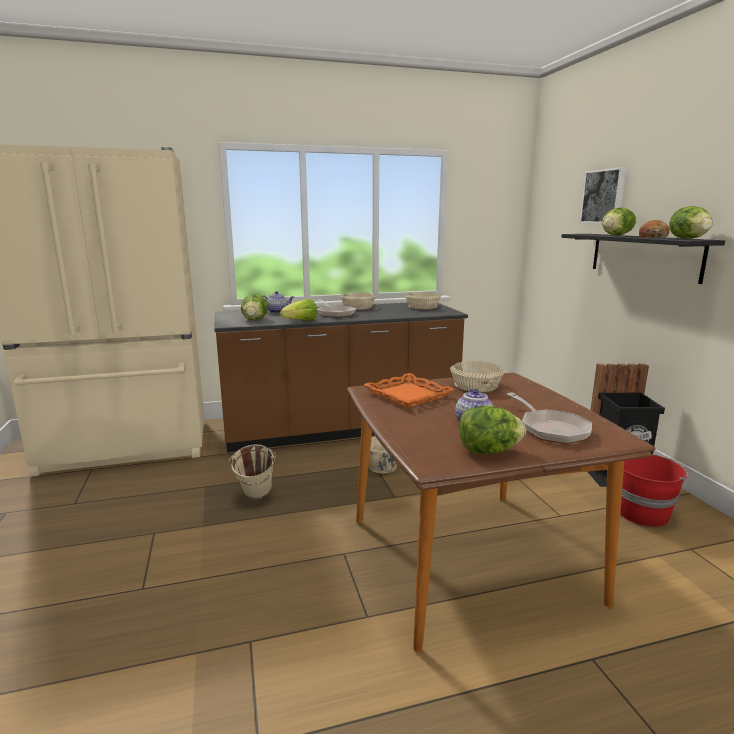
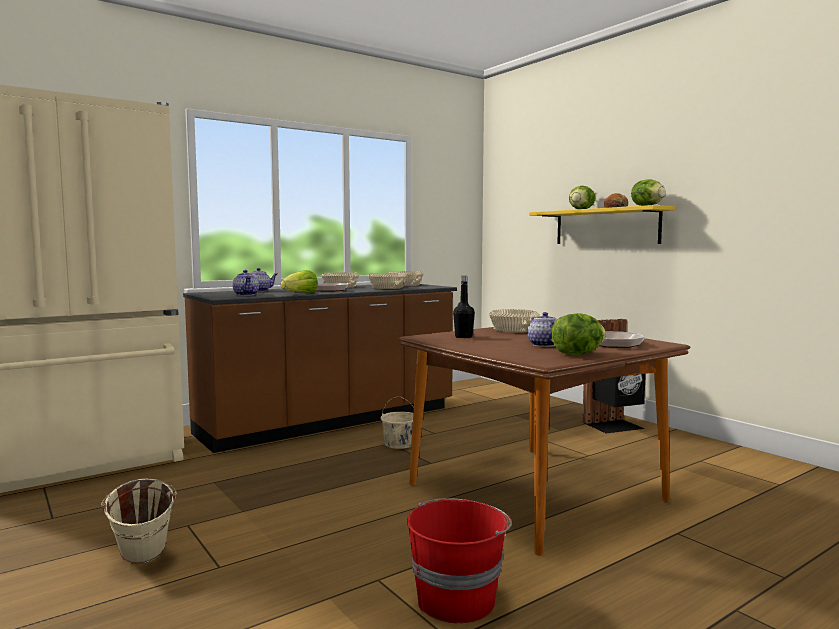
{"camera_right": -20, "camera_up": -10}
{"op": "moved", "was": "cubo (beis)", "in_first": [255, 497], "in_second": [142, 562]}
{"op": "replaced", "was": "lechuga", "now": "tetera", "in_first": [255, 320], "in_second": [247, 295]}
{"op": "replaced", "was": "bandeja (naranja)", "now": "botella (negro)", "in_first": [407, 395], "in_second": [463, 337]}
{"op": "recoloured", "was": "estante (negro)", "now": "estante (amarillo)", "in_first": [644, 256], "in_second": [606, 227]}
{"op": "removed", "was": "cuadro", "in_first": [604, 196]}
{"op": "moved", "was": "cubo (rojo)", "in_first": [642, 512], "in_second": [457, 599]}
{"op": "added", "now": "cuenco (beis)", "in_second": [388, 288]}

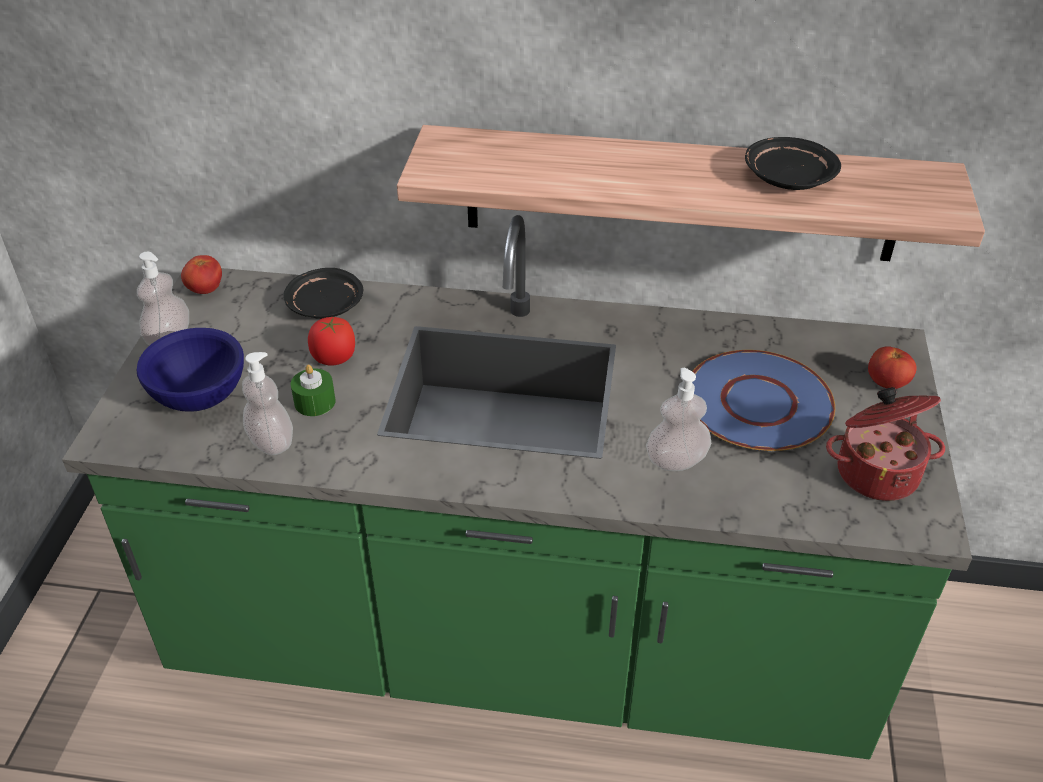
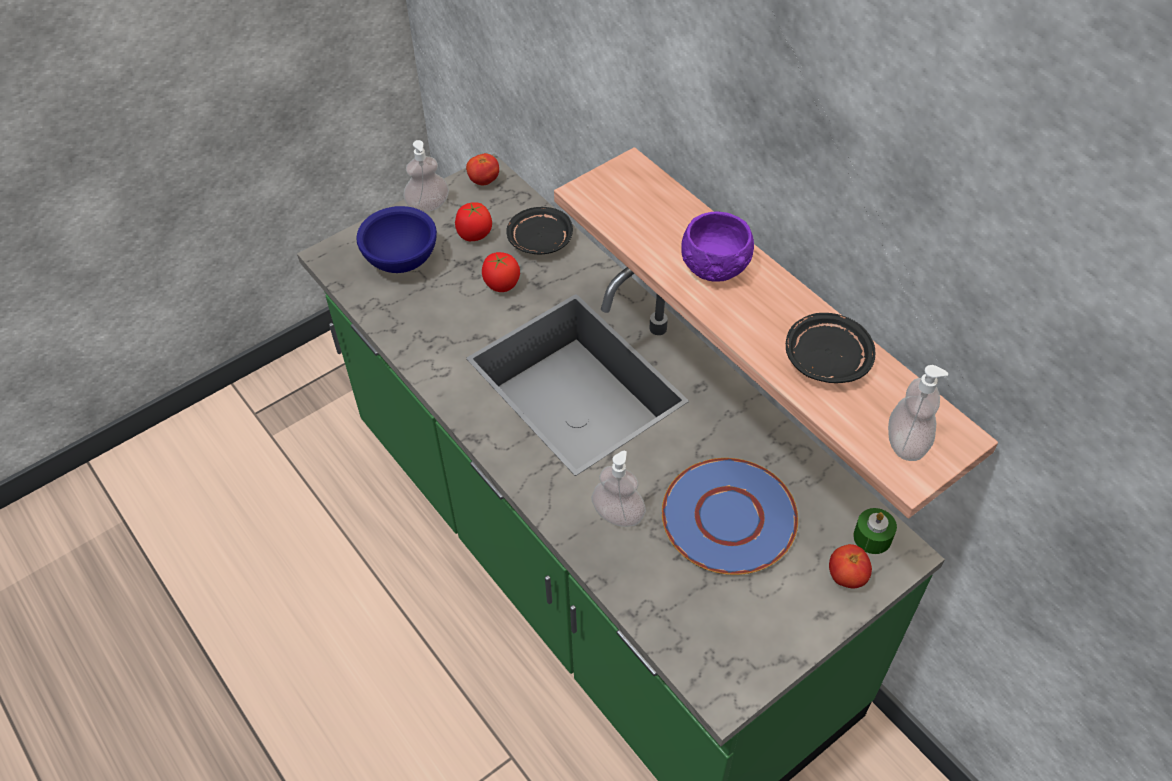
{"camera_right": 45, "camera_up": 10}
{"op": "moved", "was": "dispensador de jabón", "in_first": [271, 442], "in_second": [906, 442]}
{"op": "moved", "was": "vela (verde)", "in_first": [315, 402], "in_second": [872, 537]}
{"op": "removed", "was": "olla", "in_first": [876, 471]}
{"op": "added", "now": "tomate", "in_second": [474, 235]}
{"op": "added", "now": "cuenco (morado)", "in_second": [715, 266]}

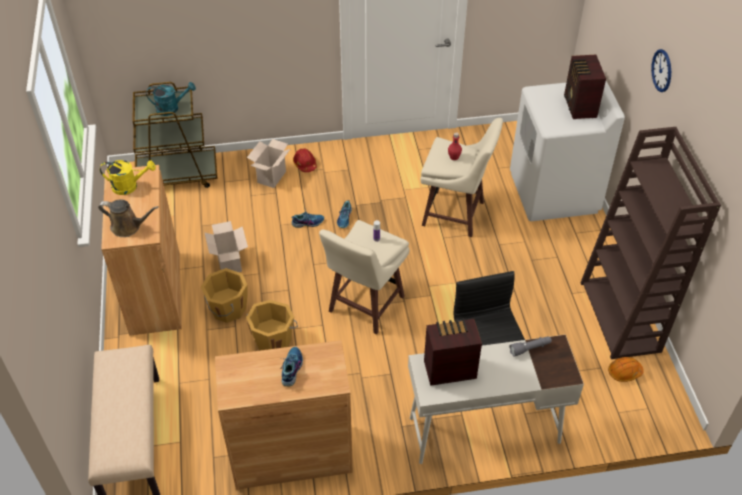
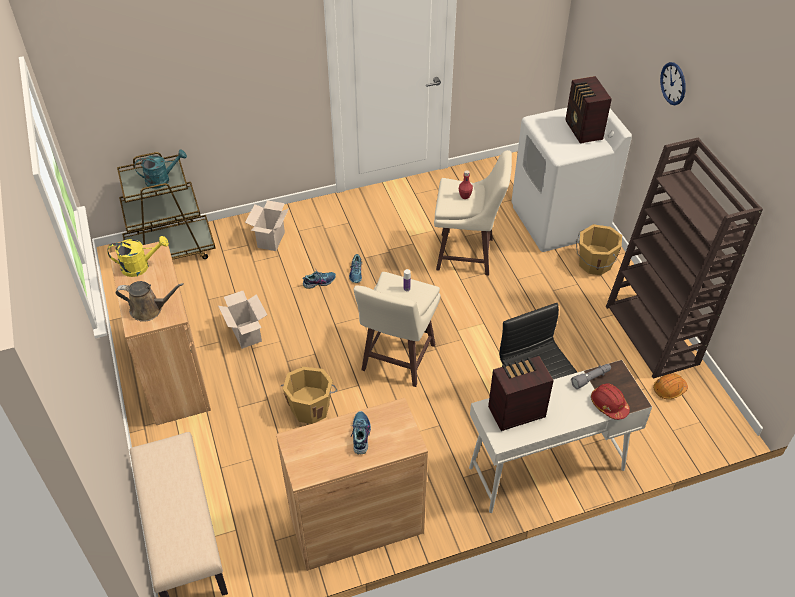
{"camera_right": -10, "camera_up": 0}
{"op": "moved", "was": "cubo (naranja)", "in_first": [227, 309], "in_second": [594, 263]}
{"op": "moved", "was": "casco (rojo)", "in_first": [305, 164], "in_second": [609, 405]}

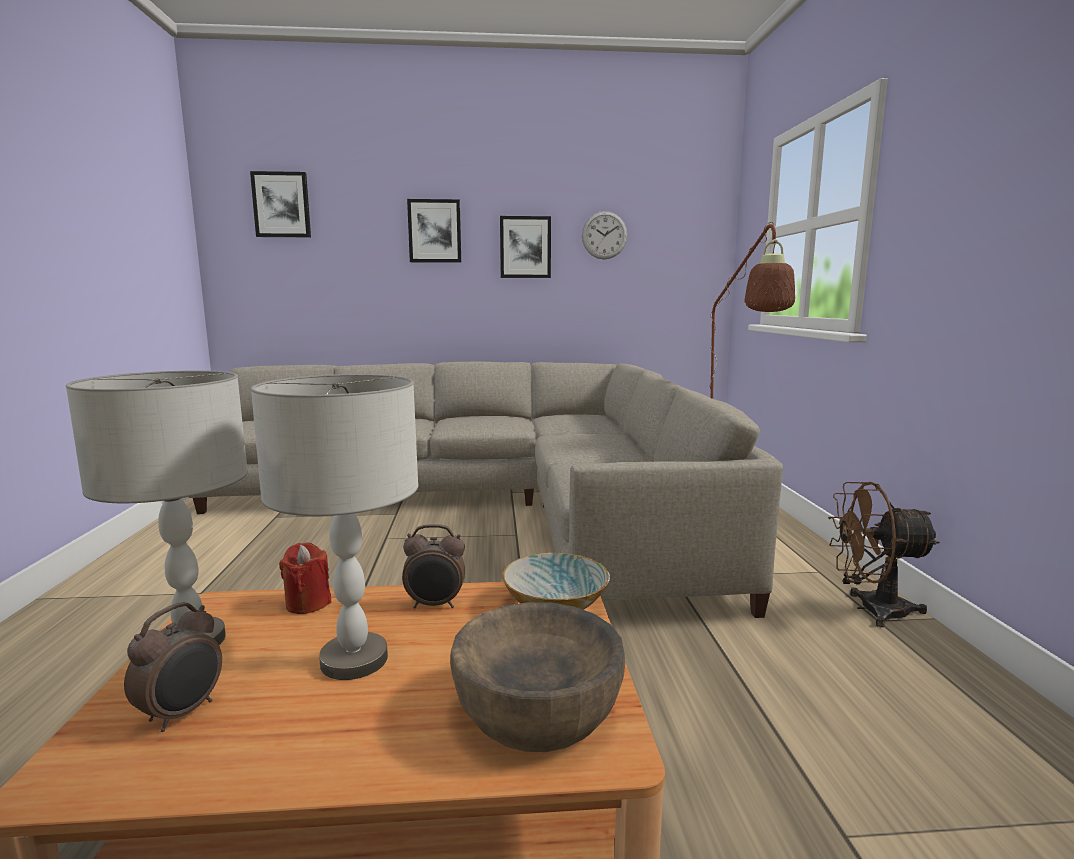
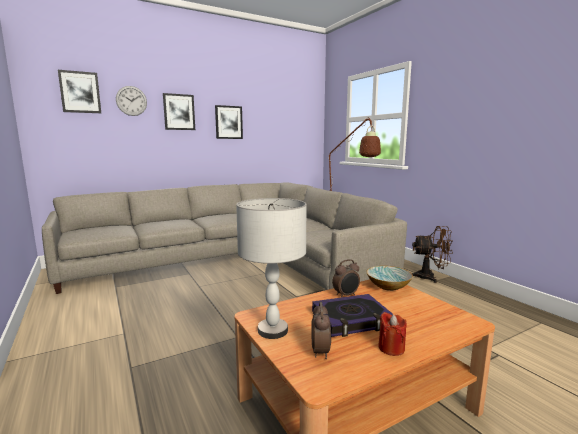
{"camera_right": -25, "camera_up": 0}
{"op": "replaced", "was": "lámpara de mesa (gris)", "now": "libro", "in_first": [354, 661], "in_second": [351, 320]}
{"op": "moved", "was": "vela (rojo)", "in_first": [308, 603], "in_second": [391, 348]}
{"op": "removed", "was": "cuenco (marrón)", "in_first": [537, 708]}
{"op": "moved", "was": "reloj de pared", "in_first": [604, 235], "in_second": [131, 101]}
{"op": "turned", "was": "ventilador (marrón)", "in_first": [871, 609], "in_second": [430, 277], "clockwise": -150}

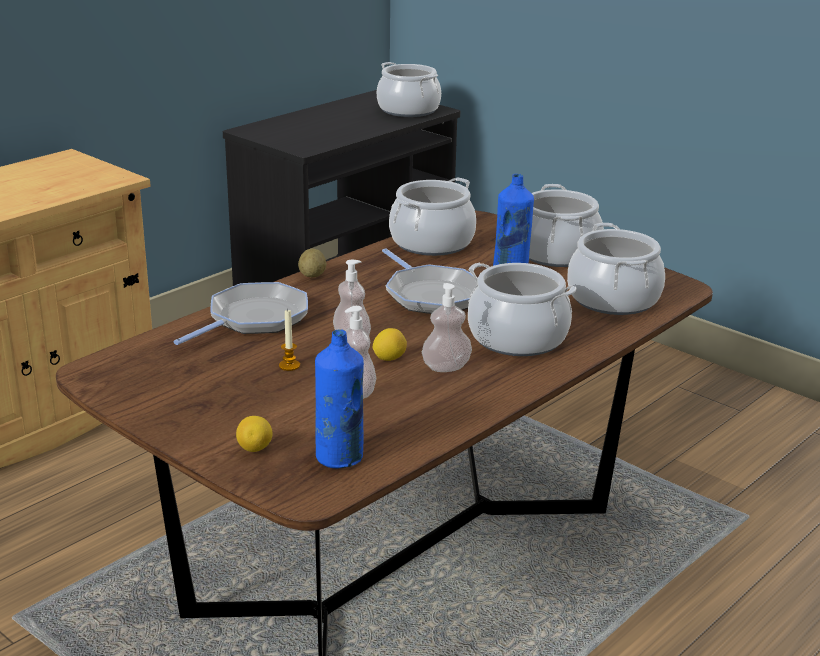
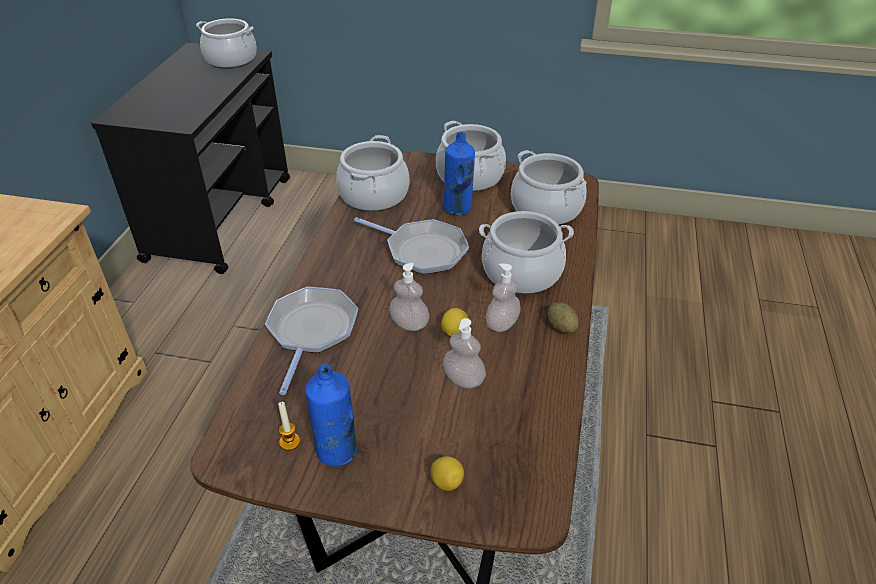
{"camera_right": -30, "camera_up": 15}
{"op": "moved", "was": "vela", "in_first": [289, 366], "in_second": [289, 442]}
{"op": "moved", "was": "patata", "in_first": [312, 276], "in_second": [561, 327]}
{"op": "moved", "was": "botella (azul)", "in_first": [340, 458], "in_second": [337, 451]}

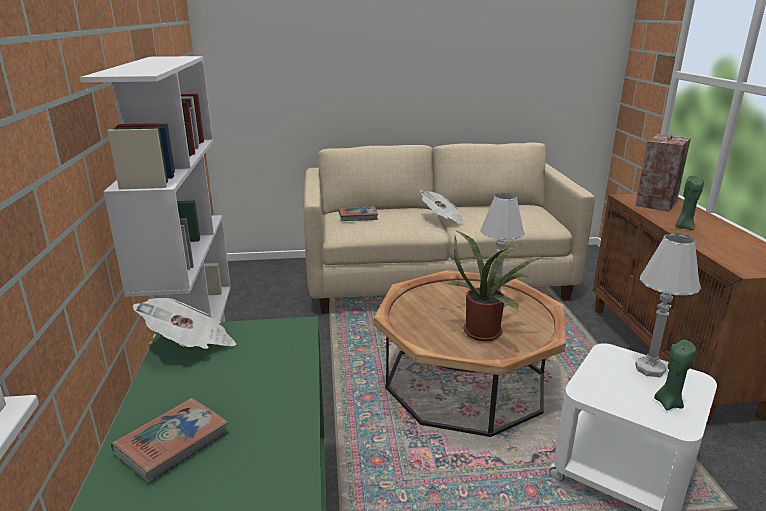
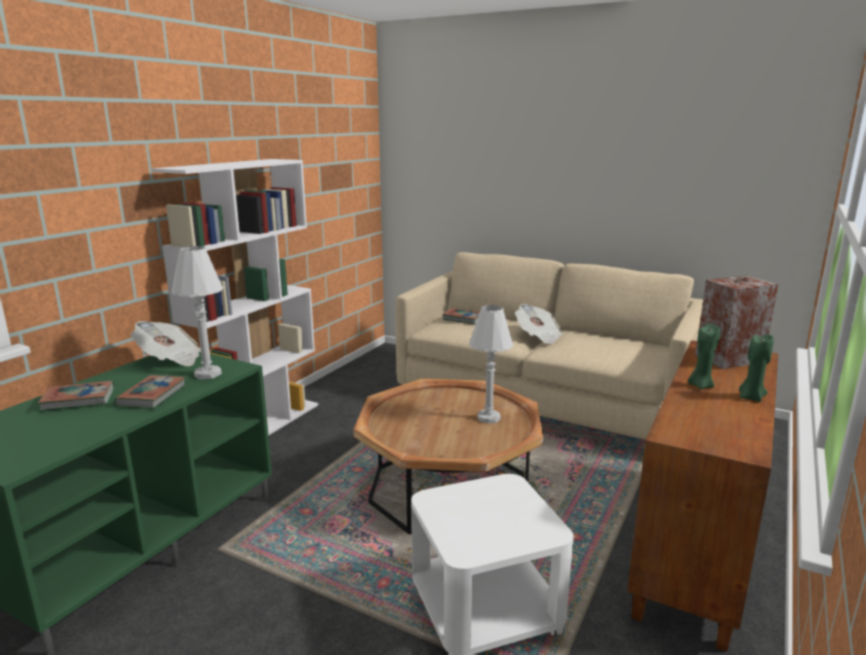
{"camera_right": 35, "camera_up": -5}
{"op": "removed", "was": "planta en maceta", "in_first": [486, 331]}
{"op": "moved", "was": "lámpara de mesa (blanco)", "in_first": [650, 369], "in_second": [208, 374]}
{"op": "moved", "was": "vela (verde)", "in_first": [668, 403], "in_second": [751, 397]}
{"op": "added", "now": "libro", "in_second": [152, 396]}

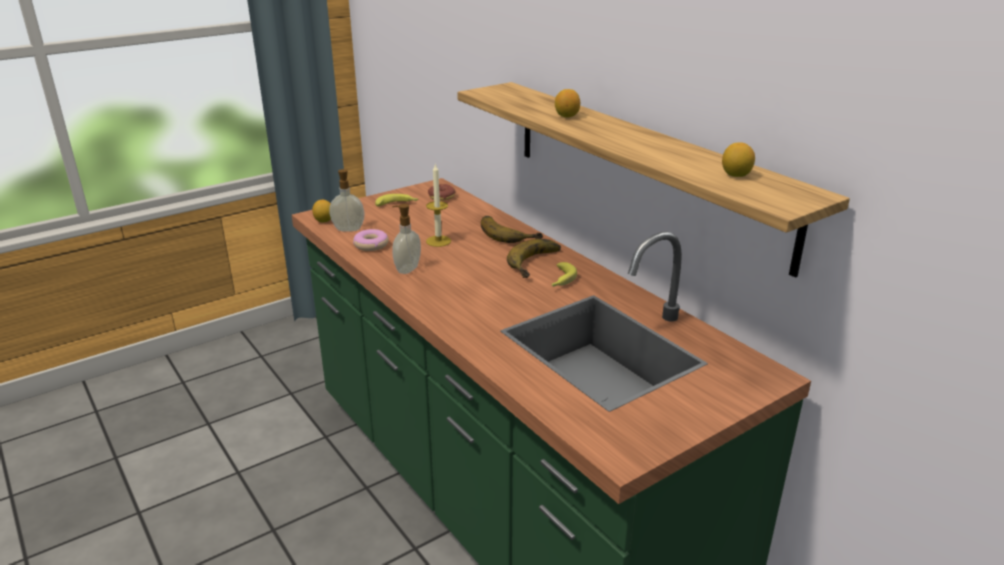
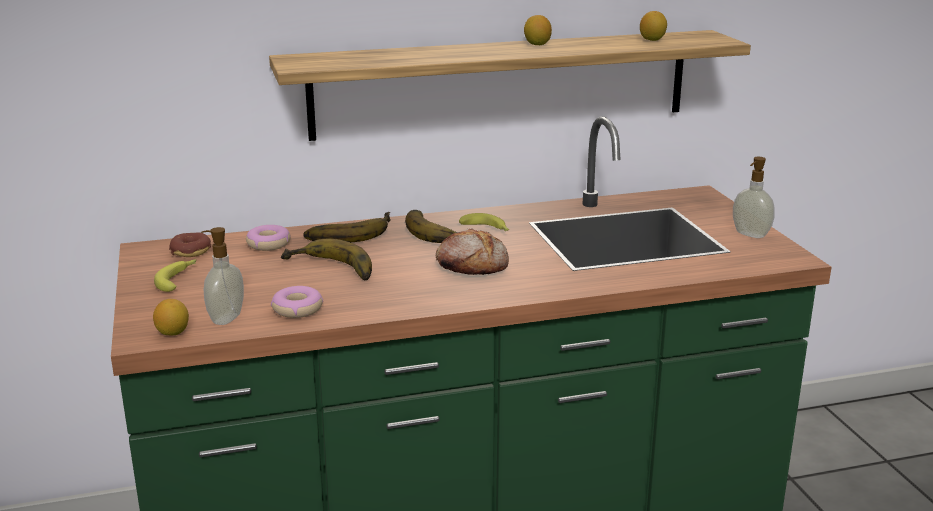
{"camera_right": -70, "camera_up": -5}
{"op": "moved", "was": "dispensador de jabón", "in_first": [407, 269], "in_second": [749, 235]}
{"op": "replaced", "was": "vela", "now": "plátano", "in_first": [438, 241], "in_second": [329, 270]}
{"op": "moved", "was": "limón", "in_first": [566, 116], "in_second": [537, 44]}
{"op": "added", "now": "rosquilla", "in_second": [268, 244]}
{"op": "added", "now": "pan", "in_second": [472, 265]}

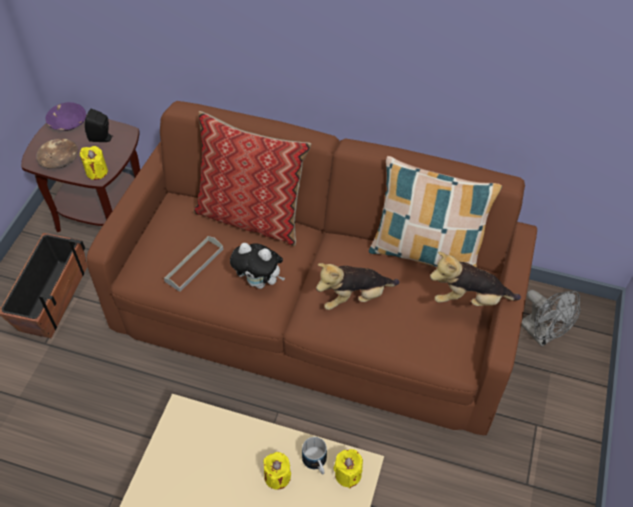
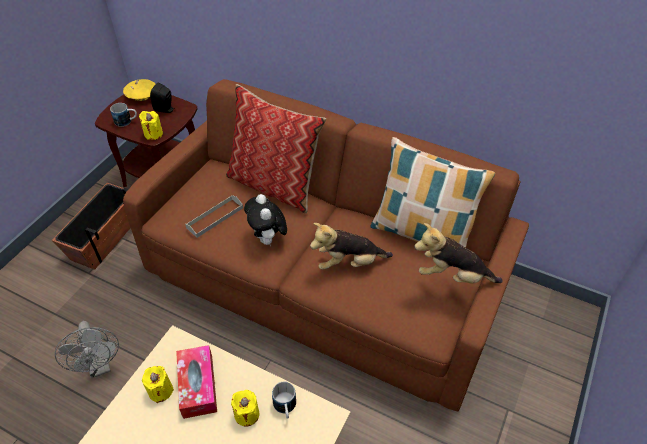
{"camera_right": 10, "camera_up": -5}
{"op": "replaced", "was": "cuenco (marrón)", "now": "taza grande", "in_first": [60, 160], "in_second": [127, 122]}
{"op": "recoloured", "was": "cuenco (morado)", "now": "cuenco (amarillo)", "in_first": [67, 123], "in_second": [141, 95]}
{"op": "turned", "was": "peluche", "in_first": [260, 282], "in_second": [268, 239], "clockwise": 45}
{"op": "moved", "was": "vela (amarillo)", "in_first": [348, 474], "in_second": [160, 390]}
{"op": "moved", "was": "ventilador (gris)", "in_first": [541, 334], "in_second": [100, 366]}
{"op": "added", "now": "caja de pañuelos", "in_second": [198, 386]}

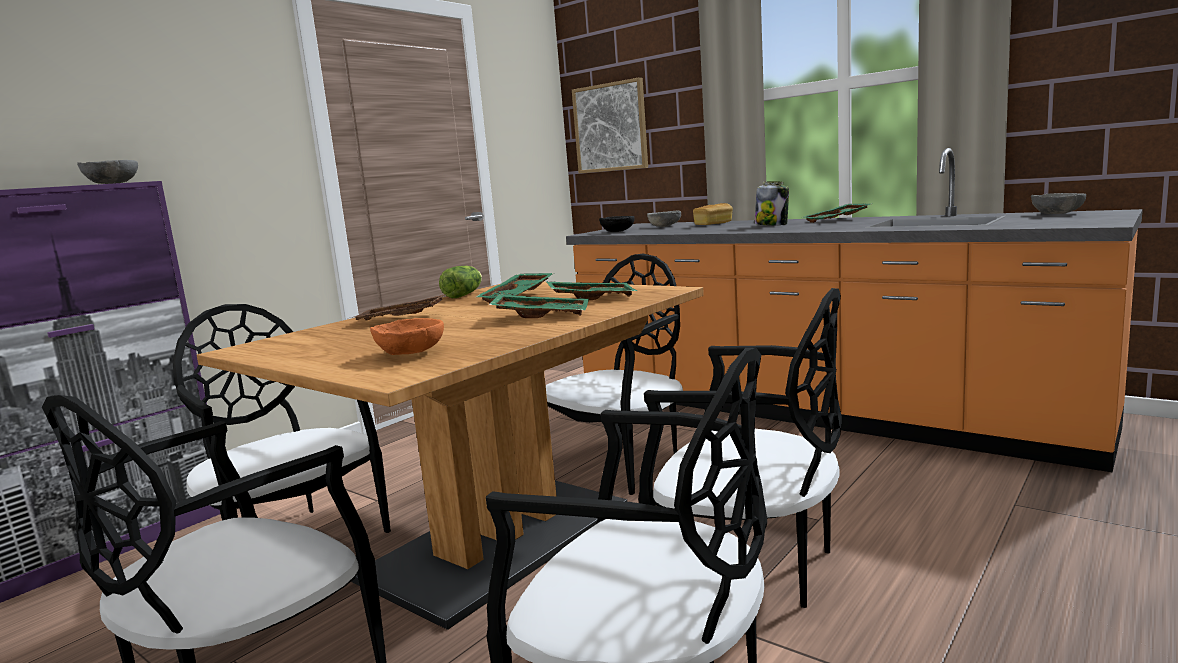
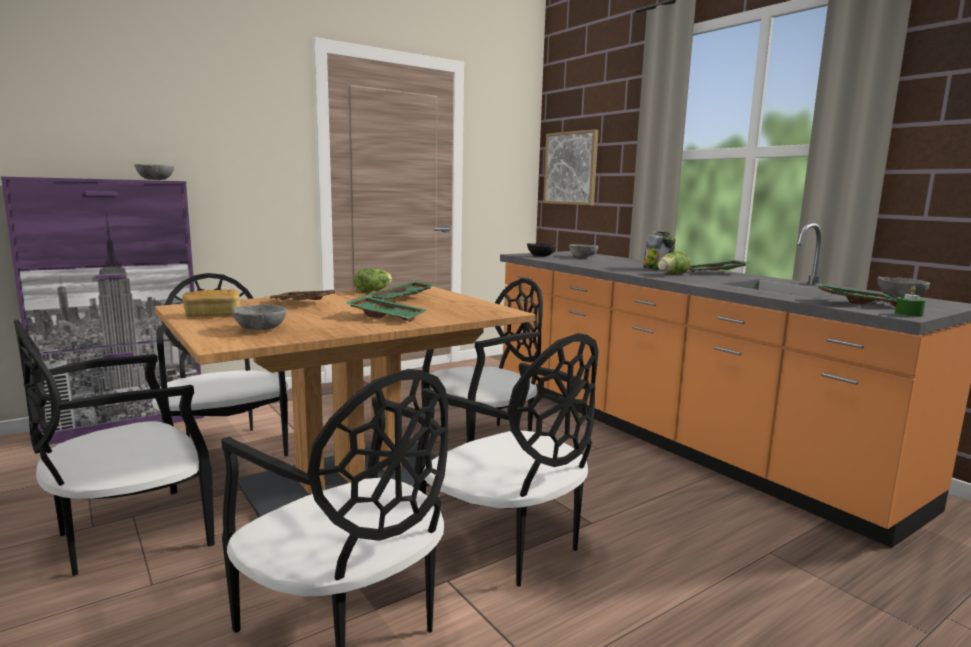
{"camera_right": 15, "camera_up": 0}
{"op": "recoloured", "was": "cuenco (naranja)", "now": "cuenco (gris)", "in_first": [410, 353], "in_second": [260, 329]}
{"op": "moved", "was": "bandeja (verde)", "in_first": [591, 298], "in_second": [856, 303]}
{"op": "moved", "was": "pan", "in_first": [713, 224], "in_second": [212, 315]}
{"op": "added", "now": "lechuga", "in_second": [671, 274]}
{"op": "added", "now": "vela (verde)", "in_second": [908, 314]}

